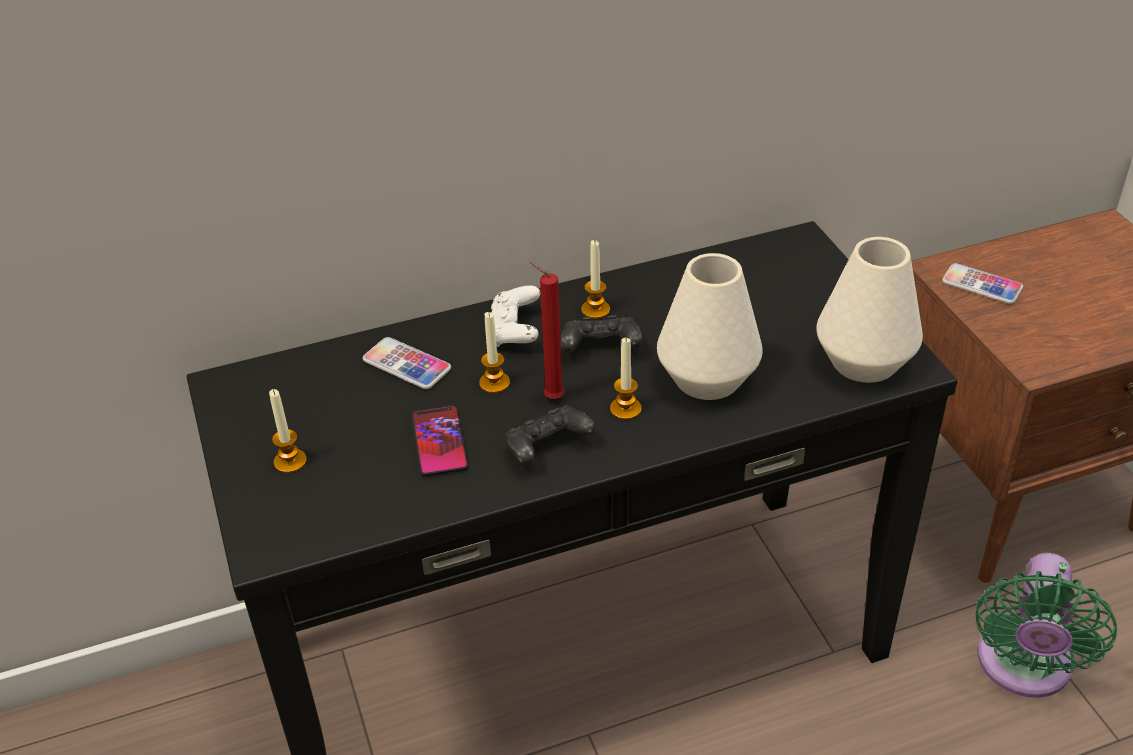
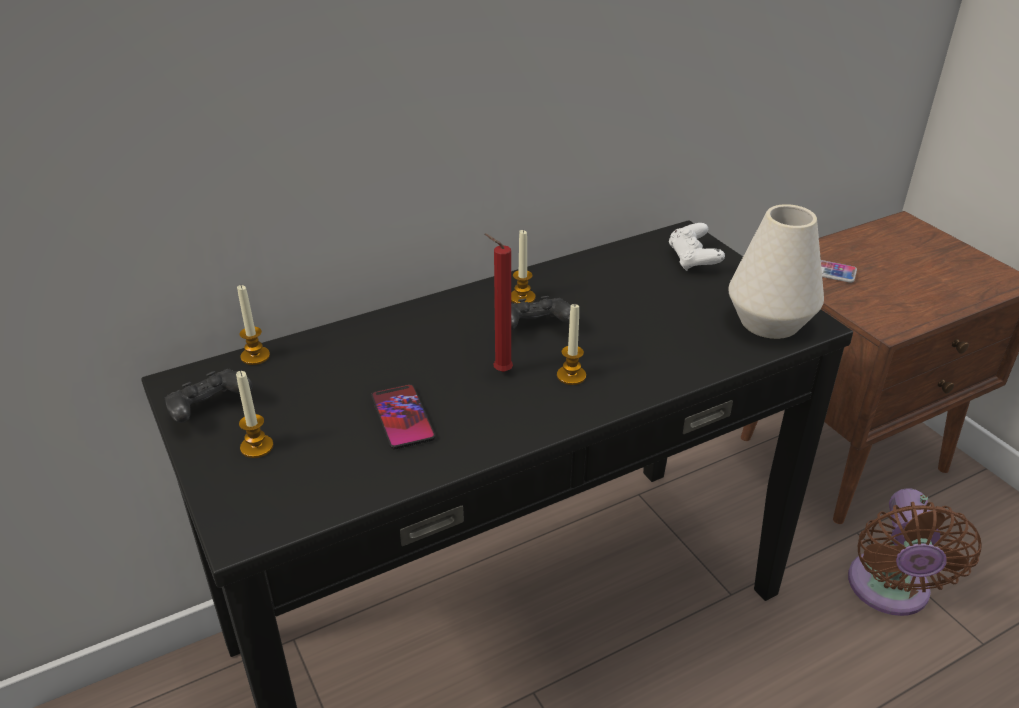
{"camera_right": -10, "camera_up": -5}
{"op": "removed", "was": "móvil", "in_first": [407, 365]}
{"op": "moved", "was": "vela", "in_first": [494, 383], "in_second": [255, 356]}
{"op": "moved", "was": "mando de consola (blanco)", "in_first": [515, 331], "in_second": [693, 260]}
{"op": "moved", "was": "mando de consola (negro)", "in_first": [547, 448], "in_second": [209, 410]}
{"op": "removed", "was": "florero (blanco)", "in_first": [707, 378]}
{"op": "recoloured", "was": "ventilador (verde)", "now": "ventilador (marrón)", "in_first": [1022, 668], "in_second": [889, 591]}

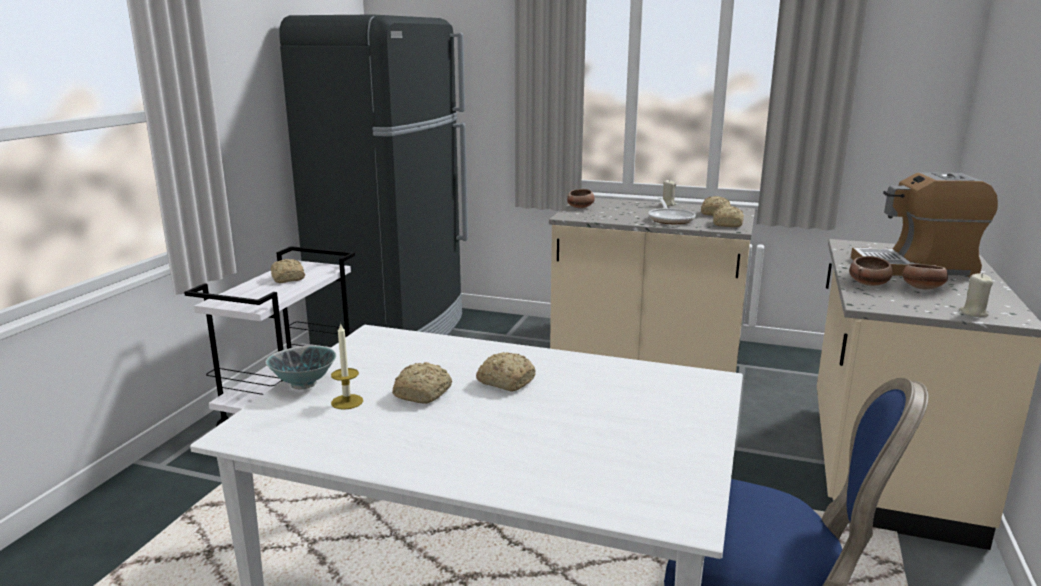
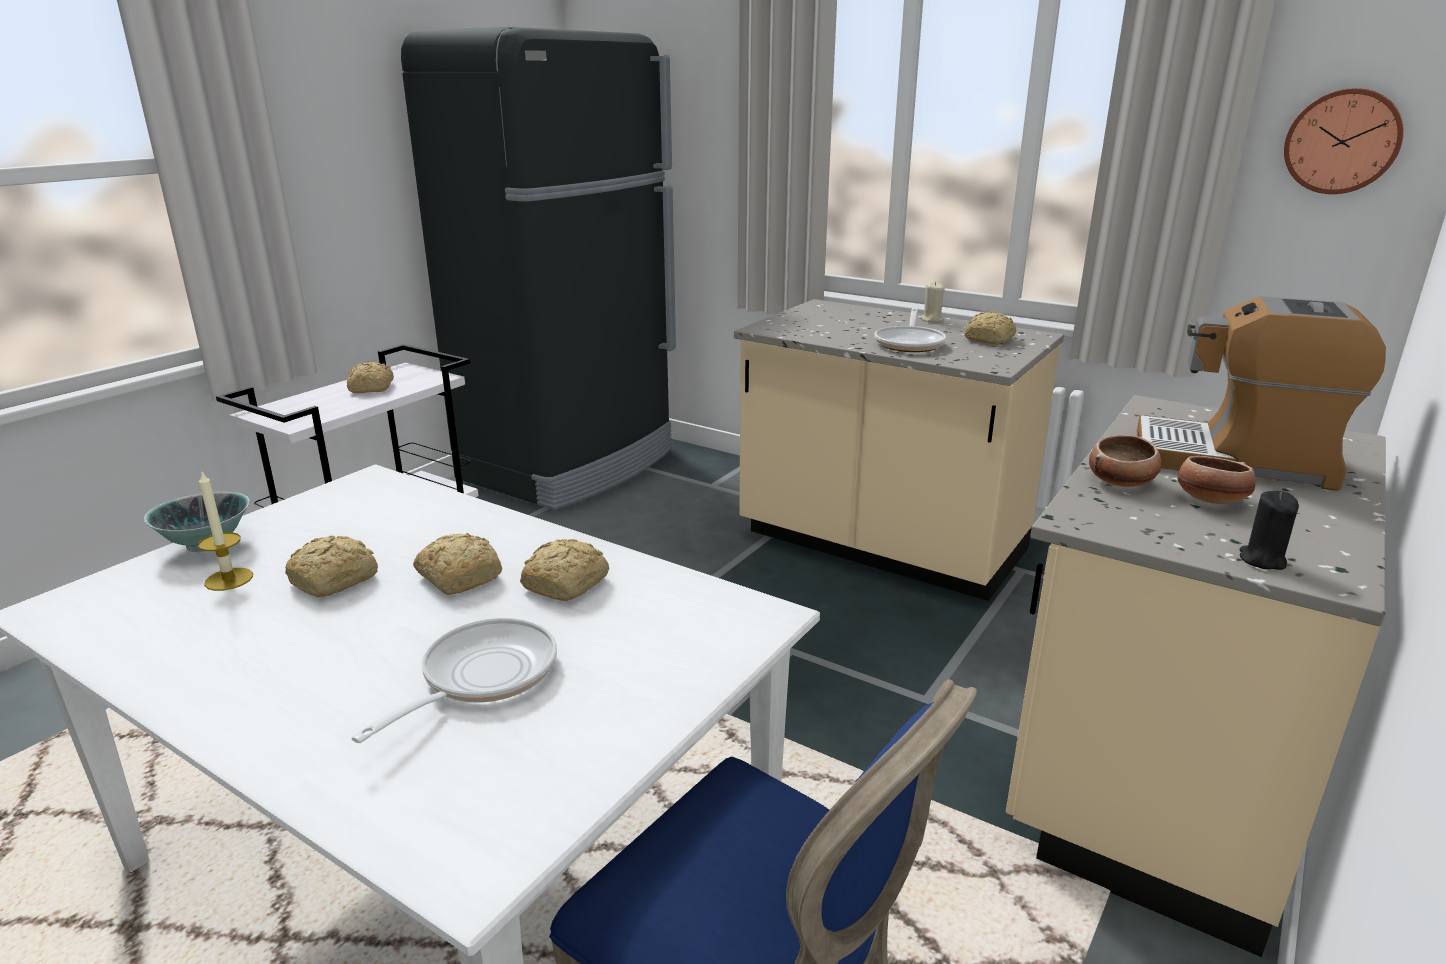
{"camera_right": 15, "camera_up": 5}
{"op": "removed", "was": "cuenco", "in_first": [580, 207]}
{"op": "moved", "was": "pan", "in_first": [727, 224], "in_second": [568, 583]}
{"op": "recoloured", "was": "vela (beis)", "now": "vela (negro)", "in_first": [973, 313], "in_second": [1262, 560]}
{"op": "added", "now": "sartén", "in_second": [481, 677]}
{"op": "added", "now": "reloj de pared", "in_second": [1342, 141]}

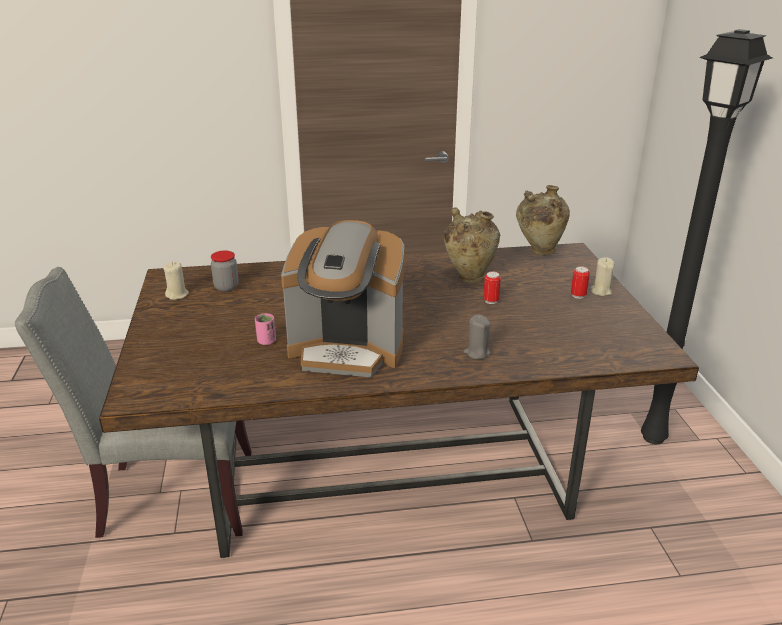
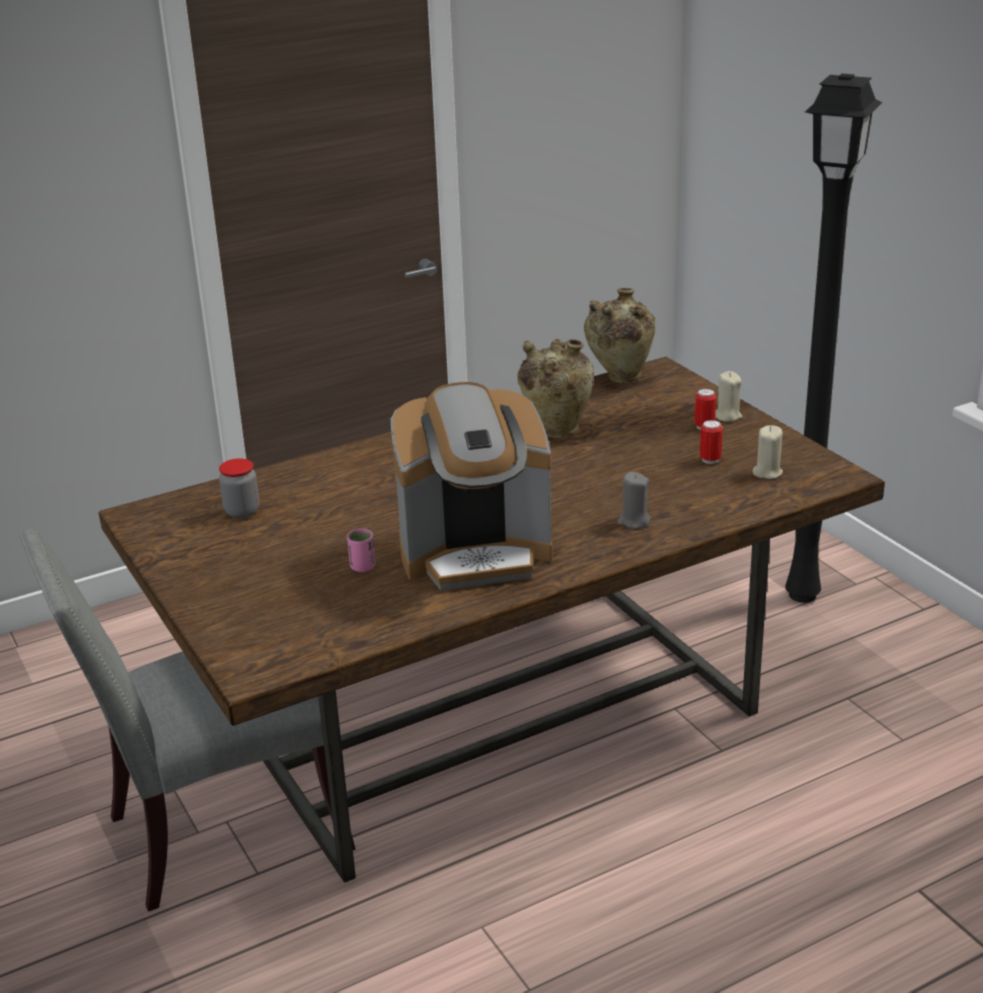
{"camera_right": -20, "camera_up": 0}
{"op": "moved", "was": "vela (beis)", "in_first": [177, 295], "in_second": [767, 472]}
{"op": "moved", "was": "lata", "in_first": [491, 301], "in_second": [710, 460]}

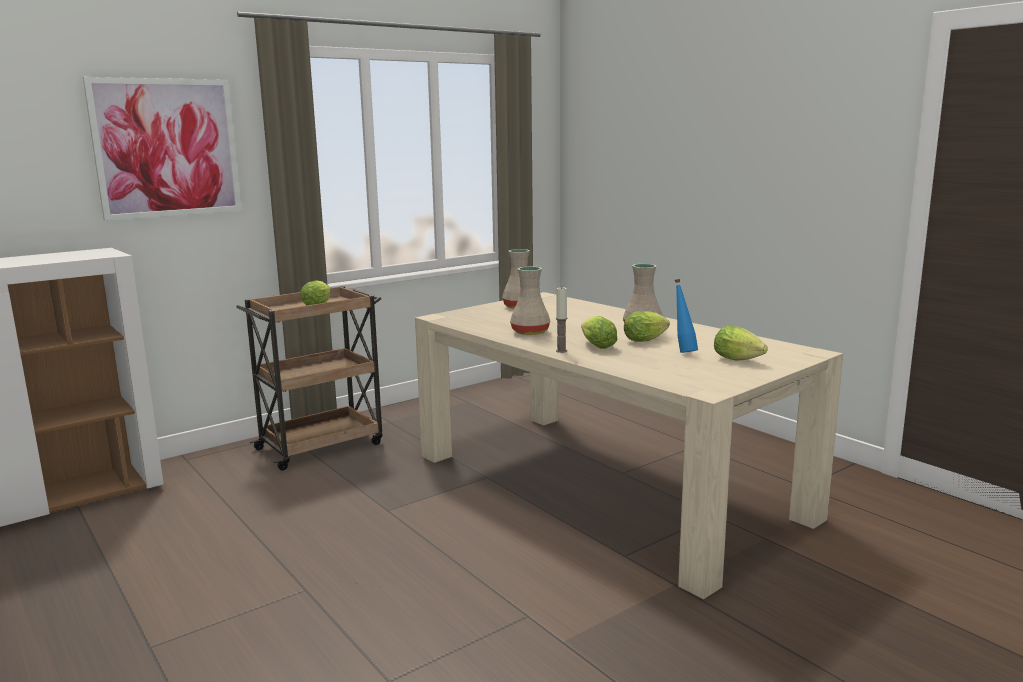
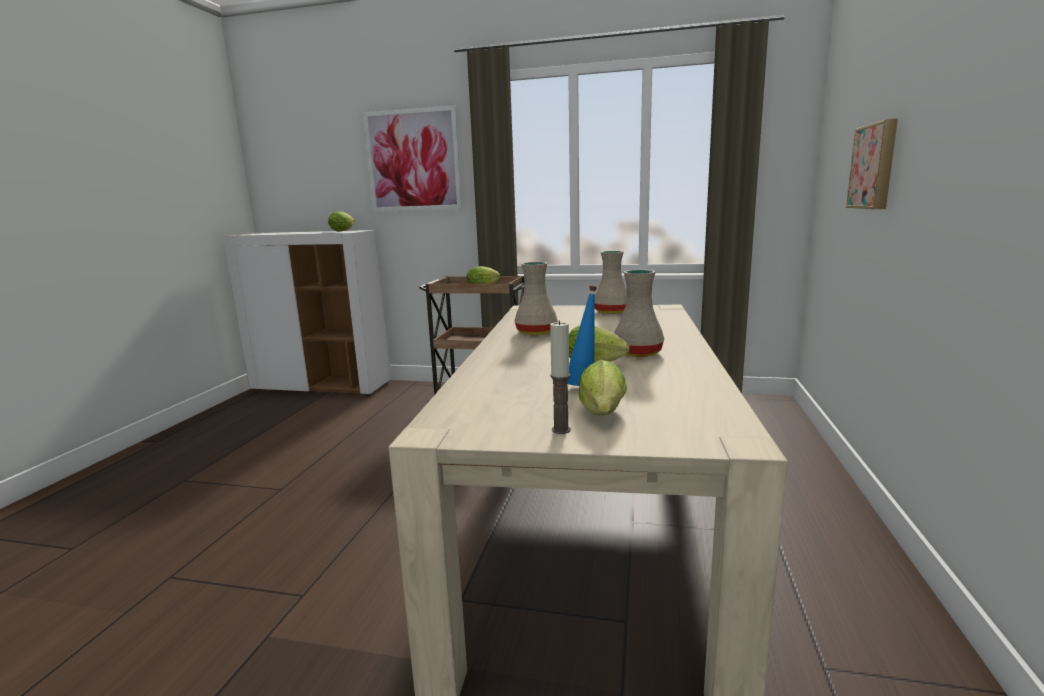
{"camera_right": 50, "camera_up": 0}
{"op": "moved", "was": "vela", "in_first": [561, 351], "in_second": [561, 430]}
{"op": "moved", "was": "lechuga", "in_first": [596, 345], "in_second": [343, 231]}
{"op": "added", "now": "cuadro", "in_second": [875, 166]}

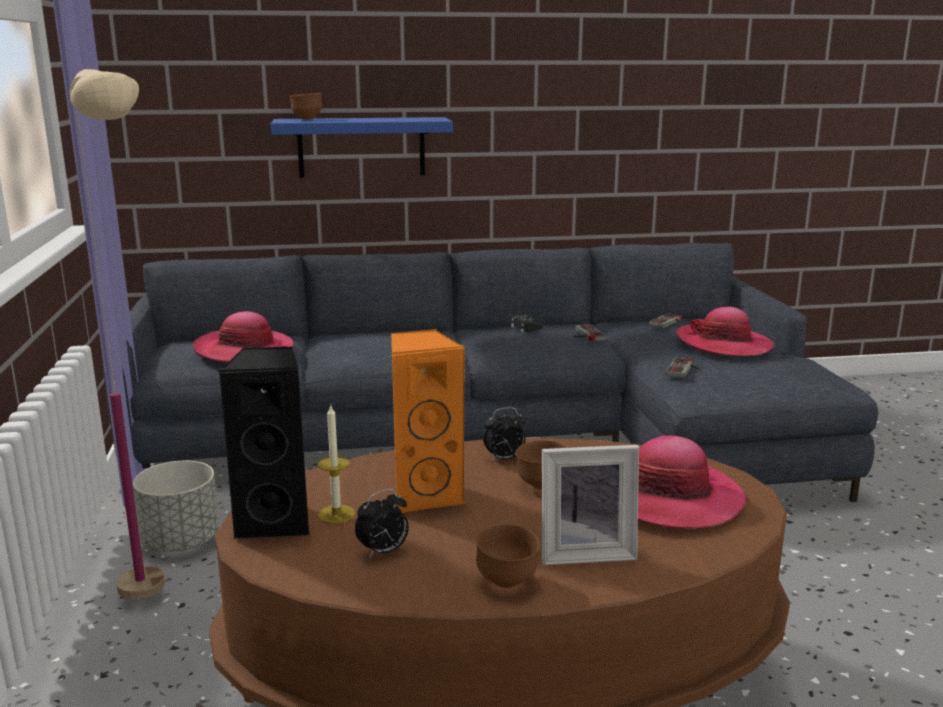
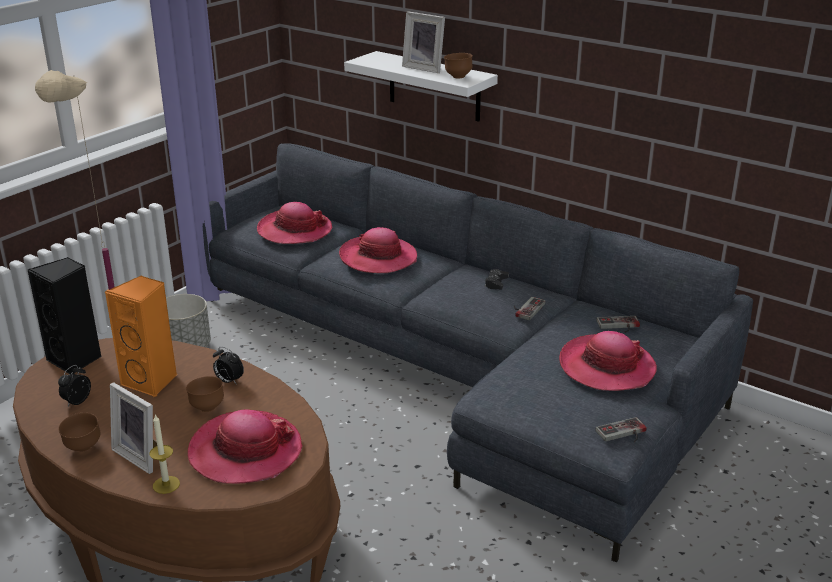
{"camera_right": 45, "camera_up": 10}
{"op": "recoloured", "was": "estante (azul)", "now": "estante (blanco)", "in_first": [361, 147], "in_second": [434, 86]}
{"op": "moved", "was": "cuenco (marrón)", "in_first": [306, 119], "in_second": [457, 77]}
{"op": "moved", "was": "vela", "in_first": [336, 514], "in_second": [166, 485]}
{"op": "turned", "was": "despertador", "in_first": [383, 552], "in_second": [77, 402], "clockwise": 105}
{"op": "moved", "was": "mando de consola", "in_first": [685, 370], "in_second": [623, 434]}
{"op": "added", "now": "sombrero", "in_second": [378, 258]}
{"op": "added", "now": "portarretratos", "in_second": [425, 68]}

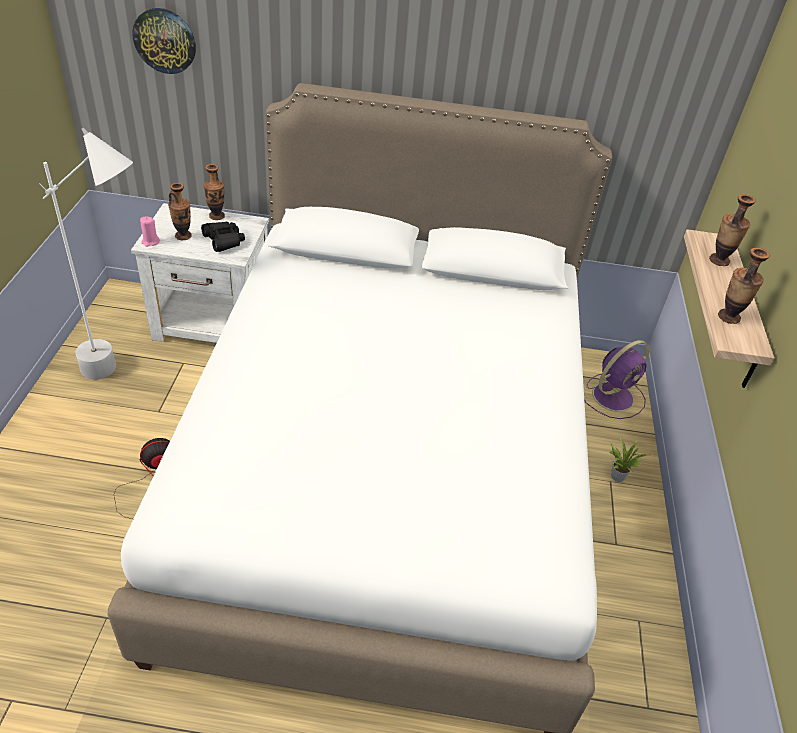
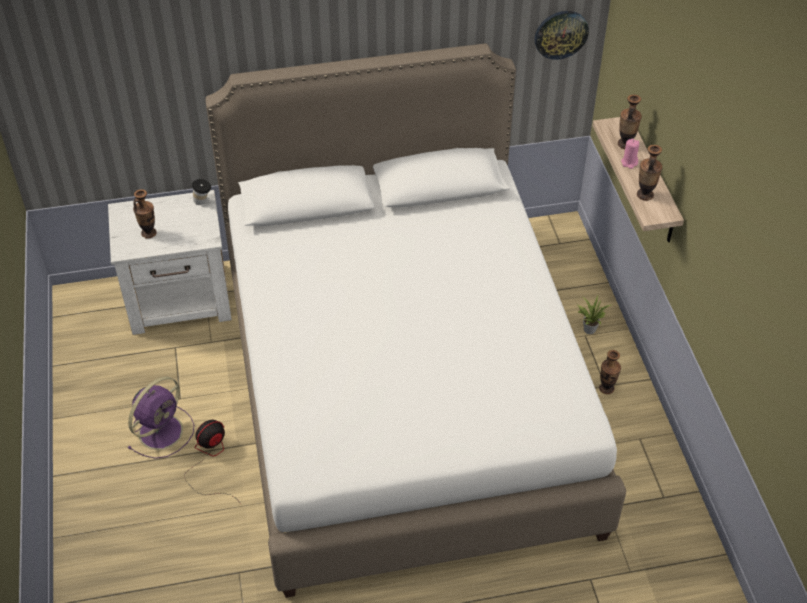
{"camera_right": -15, "camera_up": 5}
{"op": "removed", "was": "lámpara de pie (blanco)", "in_first": [124, 374]}
{"op": "moved", "was": "reloj de pared", "in_first": [165, 40], "in_second": [561, 34]}
{"op": "moved", "was": "vela (rosa)", "in_first": [150, 242], "in_second": [629, 162]}
{"op": "removed", "was": "prismáticos (negro)", "in_first": [224, 240]}
{"op": "moved", "was": "florero", "in_first": [217, 216], "in_second": [606, 388]}
{"op": "moved", "was": "ventilador (morado)", "in_first": [614, 396], "in_second": [162, 430]}
{"op": "added", "now": "taza", "in_second": [203, 202]}

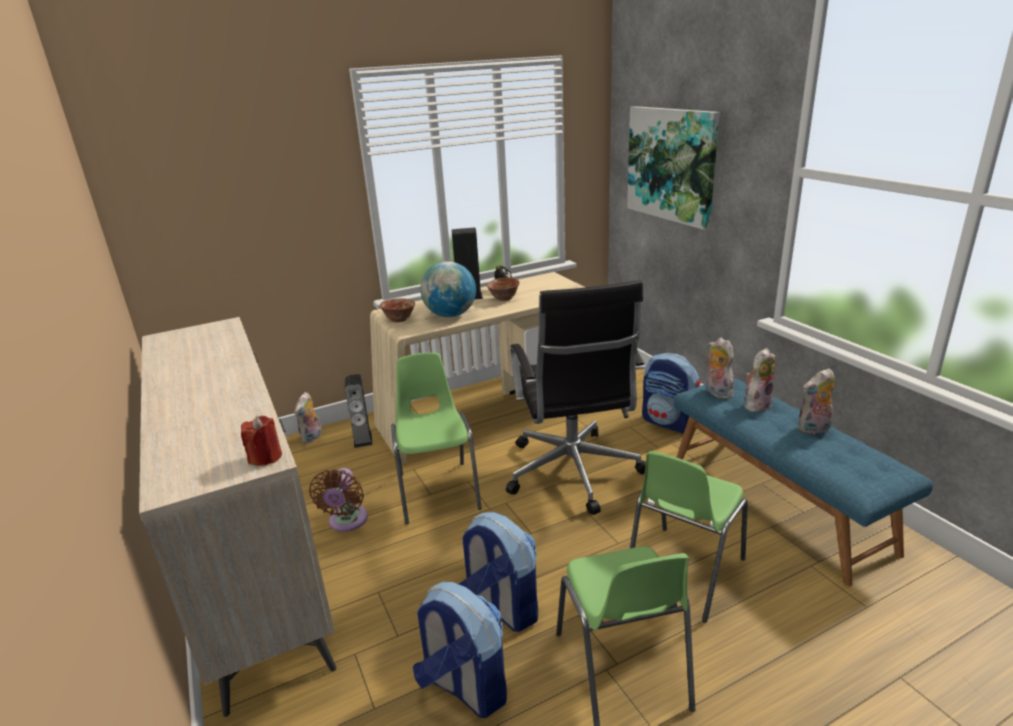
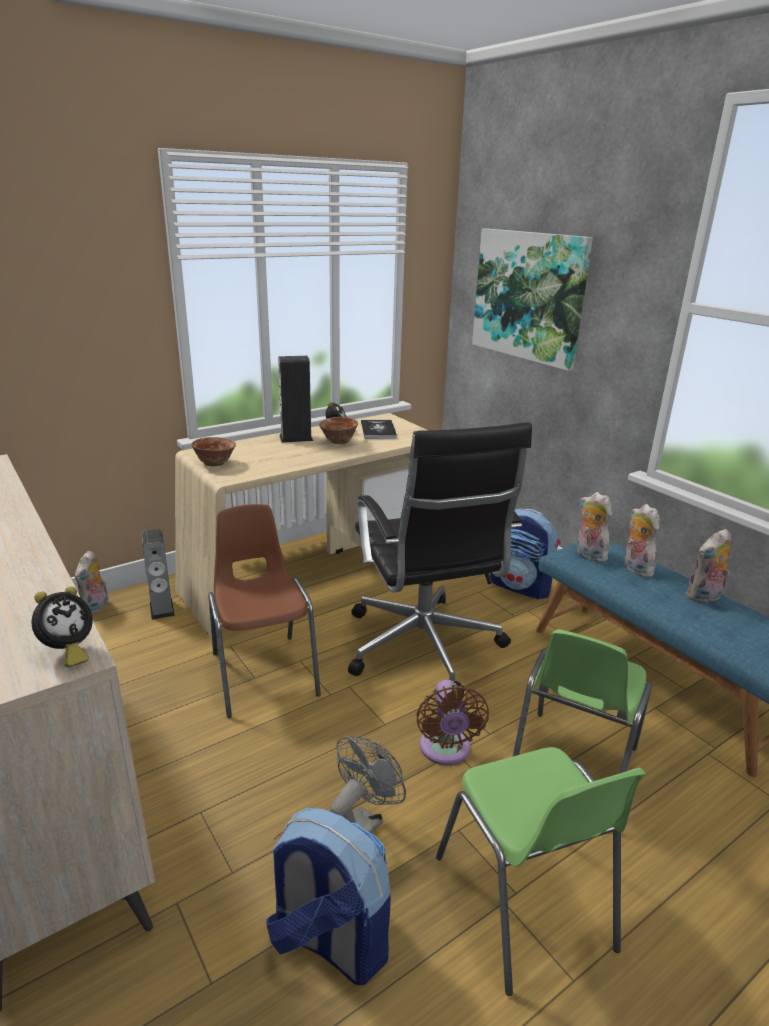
{"camera_right": -10, "camera_up": 0}
{"op": "replaced", "was": "vela (rojo)", "now": "despertador", "in_first": [265, 457], "in_second": [67, 652]}
{"op": "moved", "was": "ventilador (marrón)", "in_first": [347, 522], "in_second": [445, 750]}
{"op": "recoloured", "was": "silla (verde)", "now": "silla (marrón)", "in_first": [438, 491], "in_second": [263, 673]}
{"op": "removed", "was": "globo terráqueo", "in_first": [450, 315]}
{"op": "replaced", "was": "mochila", "now": "ventilador (gris)", "in_first": [501, 607], "in_second": [362, 825]}
{"op": "turned", "was": "peluche", "in_first": [756, 404], "in_second": [634, 568], "clockwise": -60}
{"op": "added", "now": "libro", "in_second": [378, 430]}

